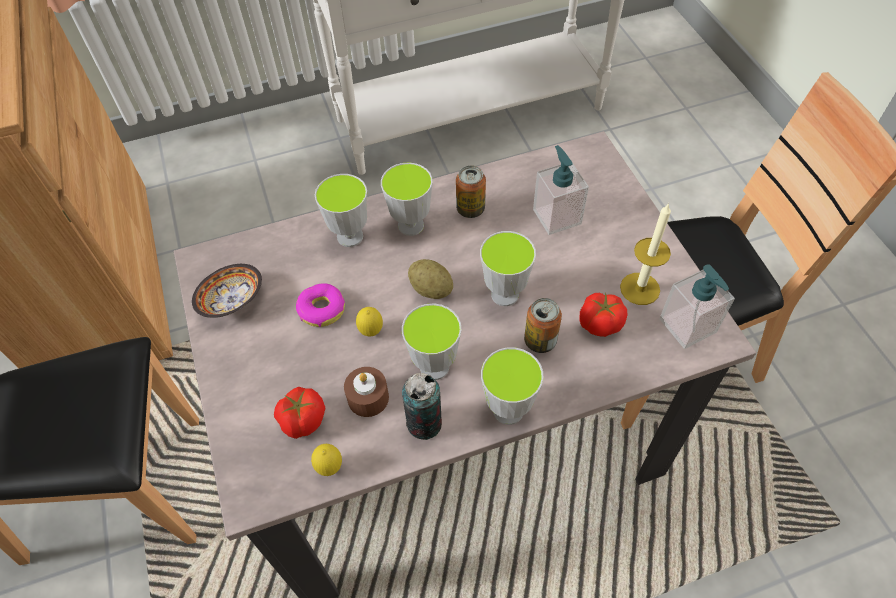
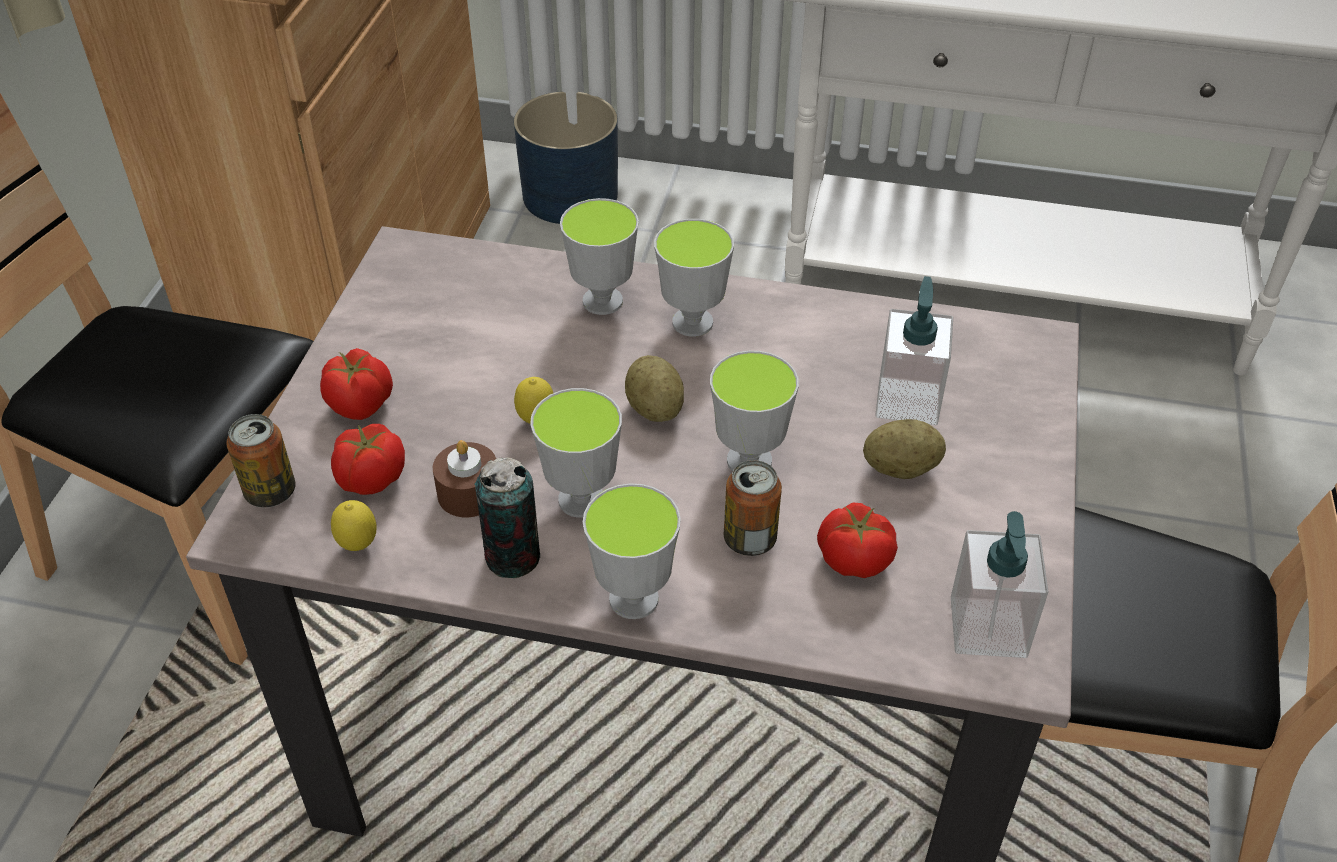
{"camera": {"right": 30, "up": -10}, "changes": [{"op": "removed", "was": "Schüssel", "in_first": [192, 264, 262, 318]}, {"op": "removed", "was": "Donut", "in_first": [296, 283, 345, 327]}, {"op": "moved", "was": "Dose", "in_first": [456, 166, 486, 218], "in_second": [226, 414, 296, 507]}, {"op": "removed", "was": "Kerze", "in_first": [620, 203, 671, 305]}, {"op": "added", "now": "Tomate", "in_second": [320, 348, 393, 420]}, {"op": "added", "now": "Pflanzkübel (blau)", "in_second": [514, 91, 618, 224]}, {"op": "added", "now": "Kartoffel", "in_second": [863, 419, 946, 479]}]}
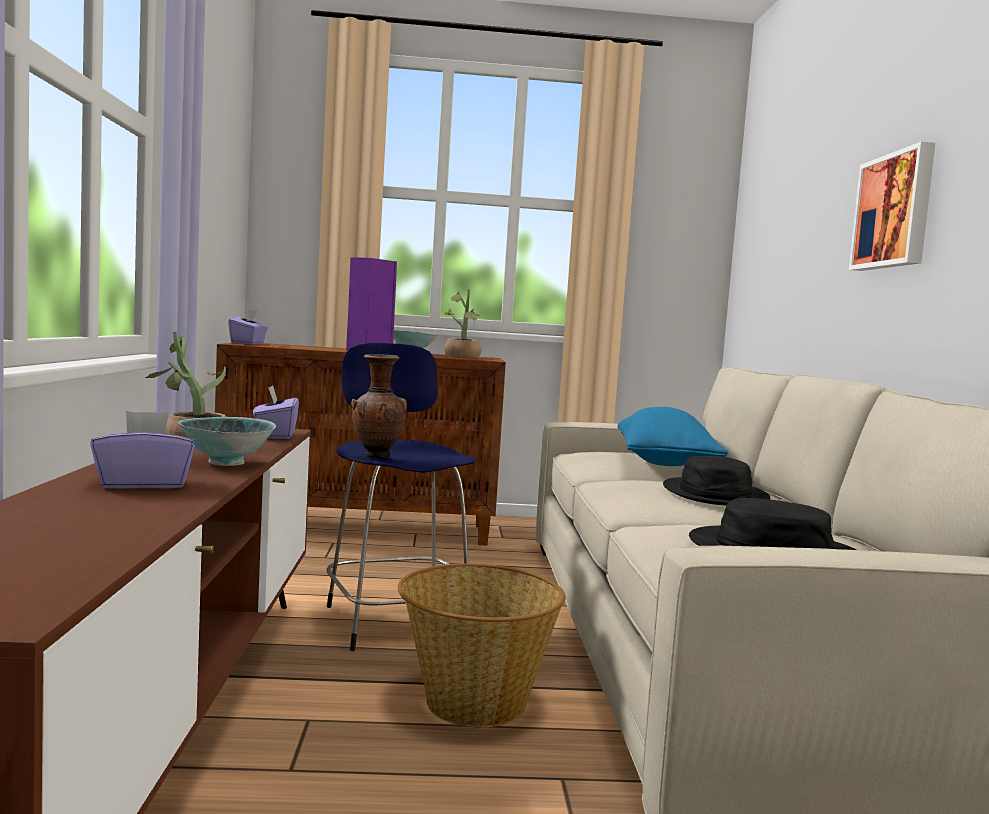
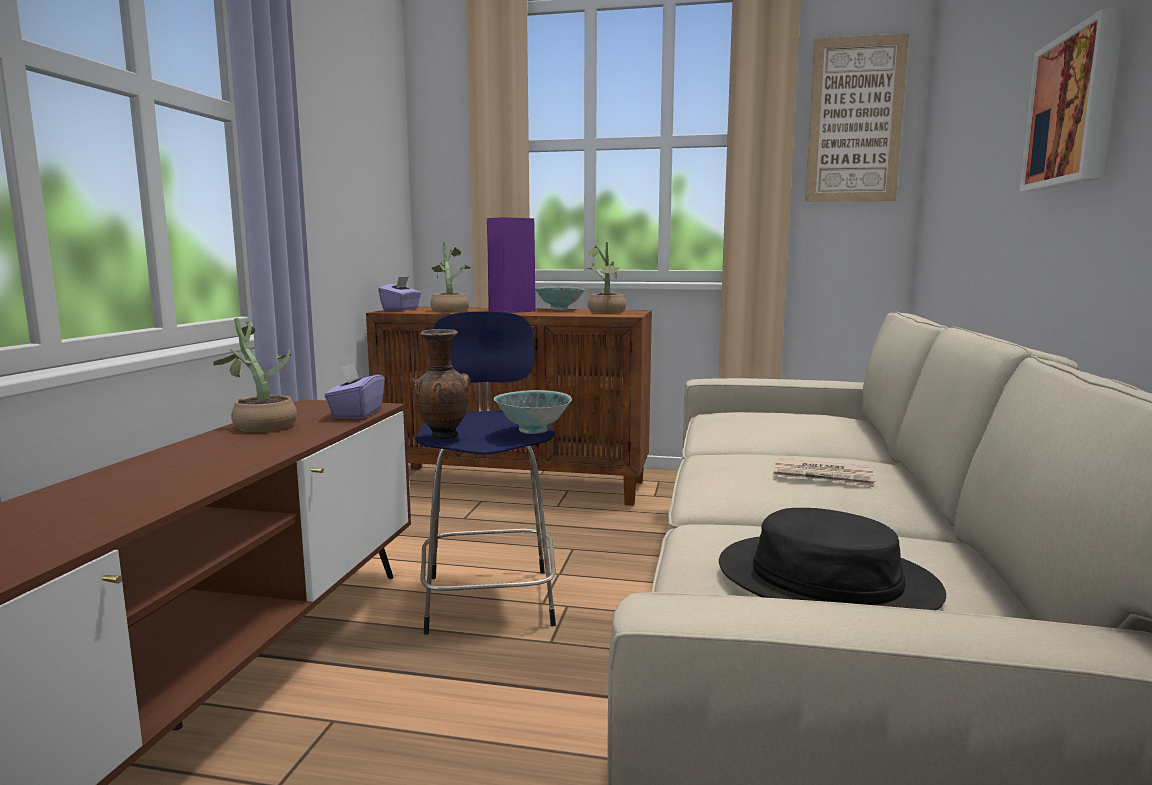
{"camera": {"right": 15, "up": 5}, "changes": [{"op": "removed", "was": "Taschentuchbox (lila)", "in_first": [90, 411, 195, 489]}, {"op": "moved", "was": "Schüssel", "in_first": [178, 417, 276, 466], "in_second": [494, 390, 572, 434]}, {"op": "removed", "was": "Korb", "in_first": [398, 563, 565, 728]}, {"op": "removed", "was": "Kissen (blau)", "in_first": [617, 407, 729, 466]}, {"op": "replaced", "was": "Hut (schwarz)", "now": "Zeitung", "in_first": [663, 456, 770, 505], "in_second": [774, 458, 878, 489]}, {"op": "added", "now": "Topfpflanze", "in_second": [430, 242, 471, 313]}, {"op": "added", "now": "Bild", "in_second": [805, 33, 909, 202]}]}
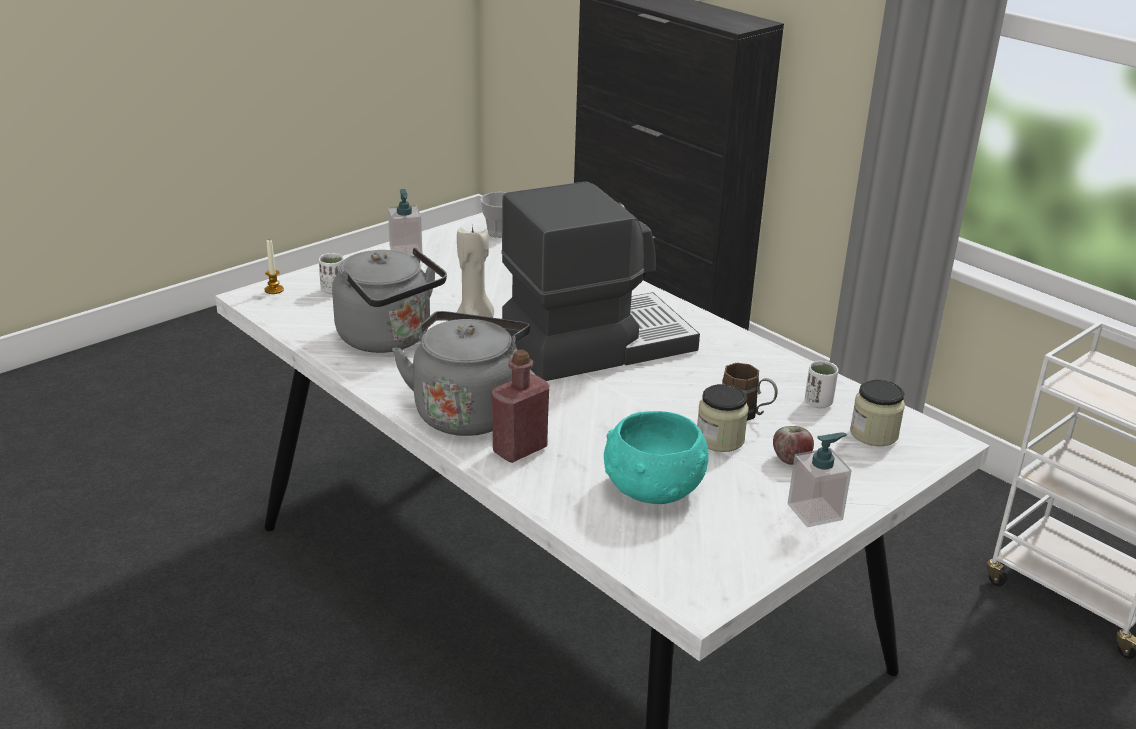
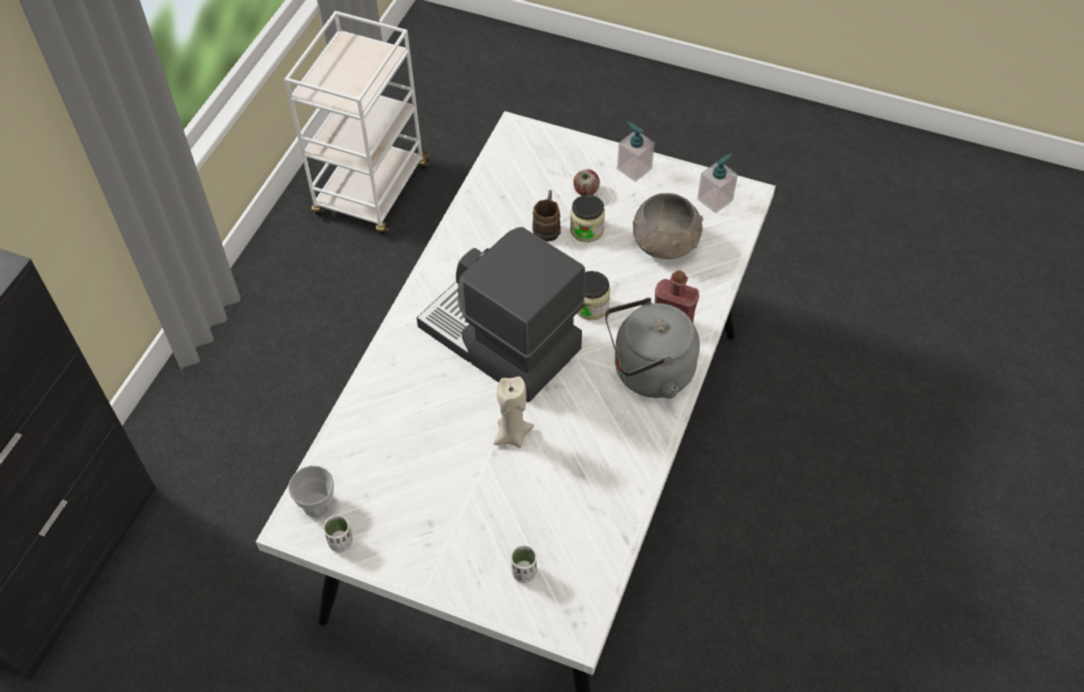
{"camera": {"right": -115, "up": 25}, "changes": [{"op": "removed", "was": "Kerze", "in_first": [264, 240, 284, 294]}, {"op": "removed", "was": "Wasserkessel (grau)", "in_first": [332, 247, 447, 353]}, {"op": "moved", "was": "Seifenspender", "in_first": [388, 189, 422, 256], "in_second": [697, 153, 738, 213]}, {"op": "recoloured", "was": "Schüssel (türkis)", "now": "Schüssel (grau)", "in_first": [604, 411, 709, 504], "in_second": [633, 193, 703, 259]}, {"op": "moved", "was": "Tasse (weiß)", "in_first": [805, 361, 839, 409], "in_second": [323, 515, 353, 553]}, {"op": "moved", "was": "Vorratsglas", "in_first": [850, 380, 905, 446], "in_second": [577, 271, 610, 320]}]}
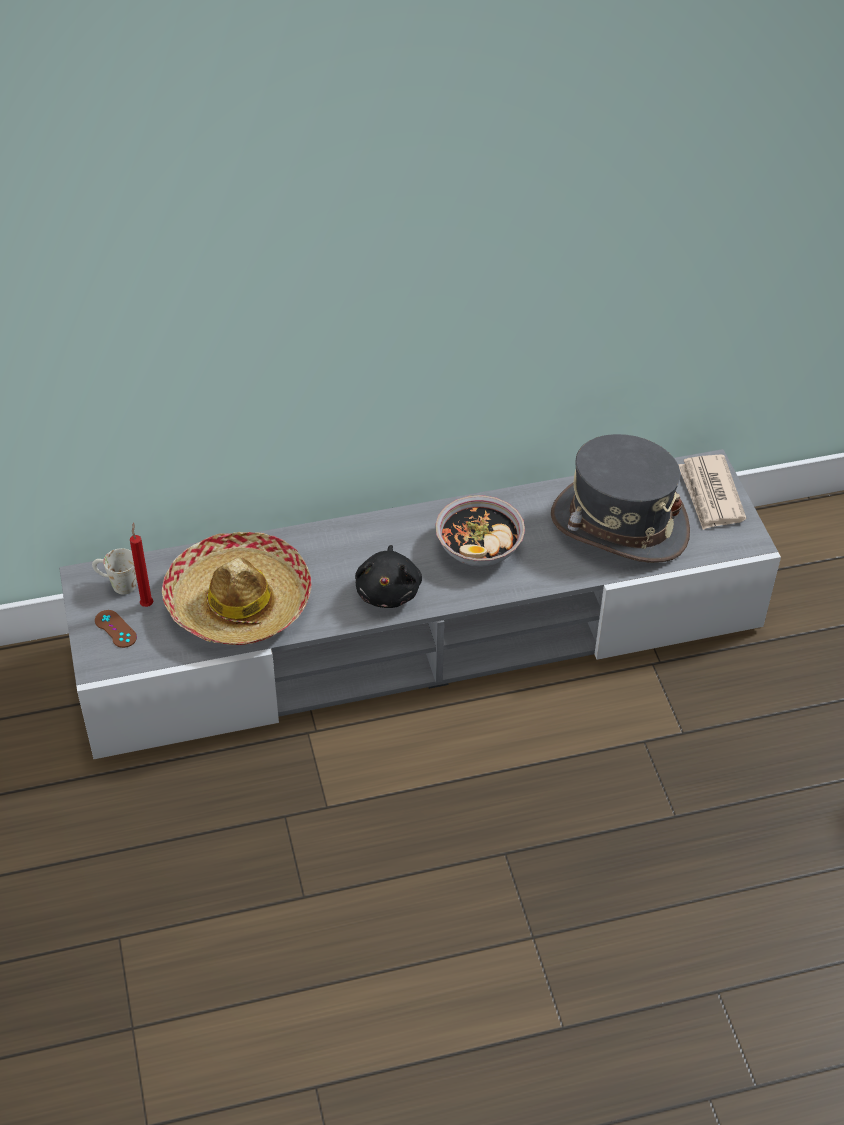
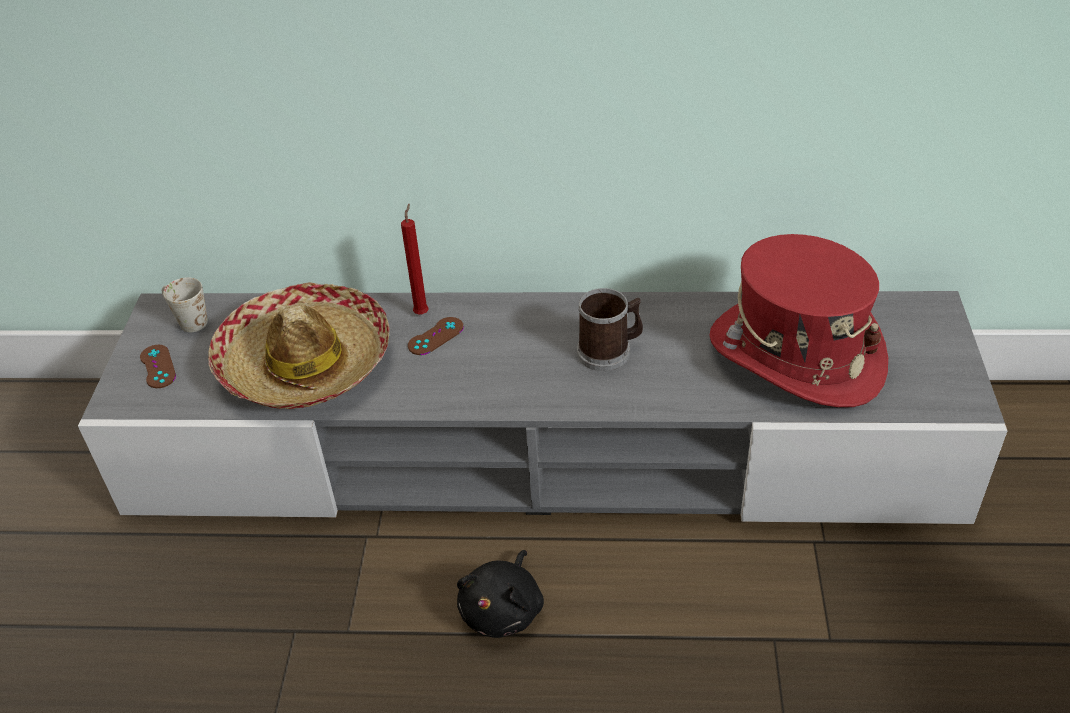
{"camera": {"right": 20, "up": -5}, "changes": [{"op": "moved", "was": "Kerze (rot)", "in_first": [130, 522, 154, 607], "in_second": [401, 204, 429, 315]}, {"op": "moved", "was": "Plüschtier (schwarz)", "in_first": [355, 545, 422, 608], "in_second": [457, 550, 544, 638]}, {"op": "replaced", "was": "Schüssel", "now": "Henkelbecher", "in_first": [435, 495, 525, 567], "in_second": [577, 288, 643, 371]}, {"op": "recoloured", "was": "Hut (grau)", "now": "Hut (rot)", "in_first": [551, 434, 690, 563], "in_second": [710, 234, 888, 407]}, {"op": "removed", "was": "Zeitung", "in_first": [678, 454, 746, 530]}, {"op": "added", "now": "Gamepad (braun)", "in_second": [408, 317, 464, 355]}]}
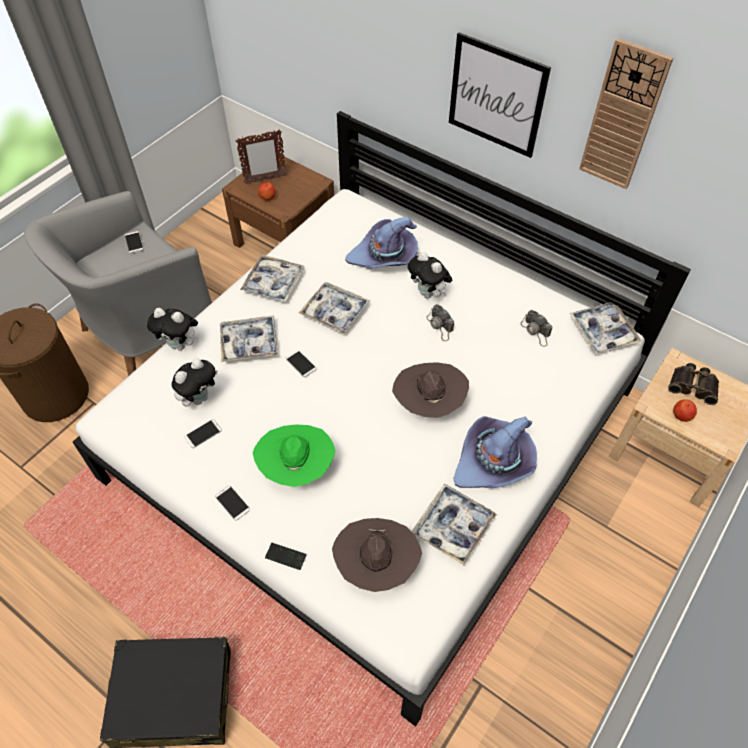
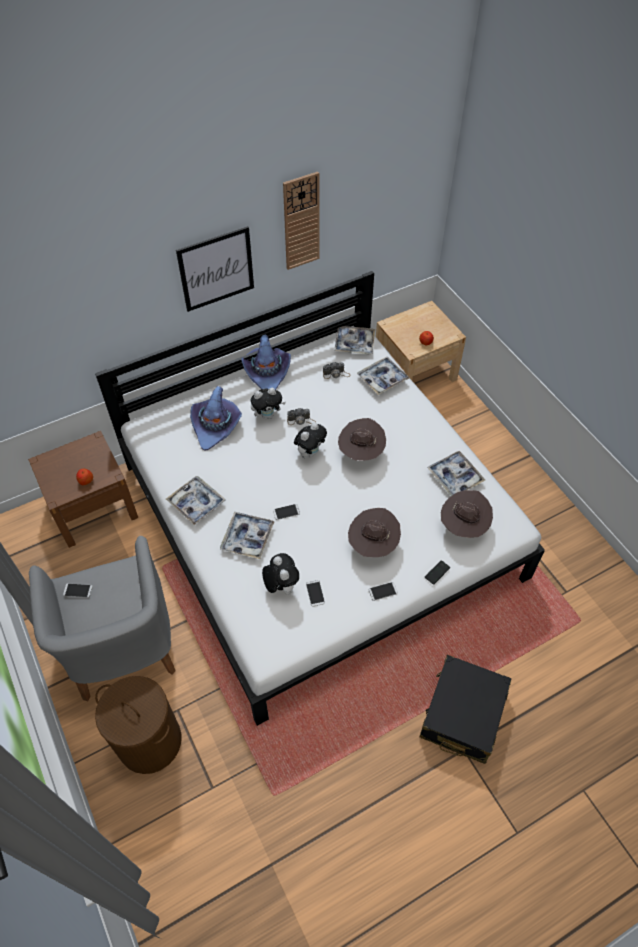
{"camera": {"right": -65, "up": 0}, "changes": [{"op": "moved", "was": "Plüschtier", "in_first": [147, 308, 200, 350], "in_second": [294, 423, 327, 458]}, {"op": "removed", "was": "Bilderrahmen", "in_first": [236, 129, 287, 184]}, {"op": "recoloured", "was": "Hut (grün)", "now": "Hut (braun)", "in_first": [252, 425, 336, 487], "in_second": [348, 508, 401, 557]}, {"op": "moved", "was": "Tablett", "in_first": [299, 282, 370, 334], "in_second": [357, 357, 410, 395]}, {"op": "moved", "was": "Hut (lila)", "in_first": [454, 416, 537, 488], "in_second": [241, 334, 291, 390]}, {"op": "removed", "was": "Fernglas", "in_first": [668, 363, 719, 405]}]}
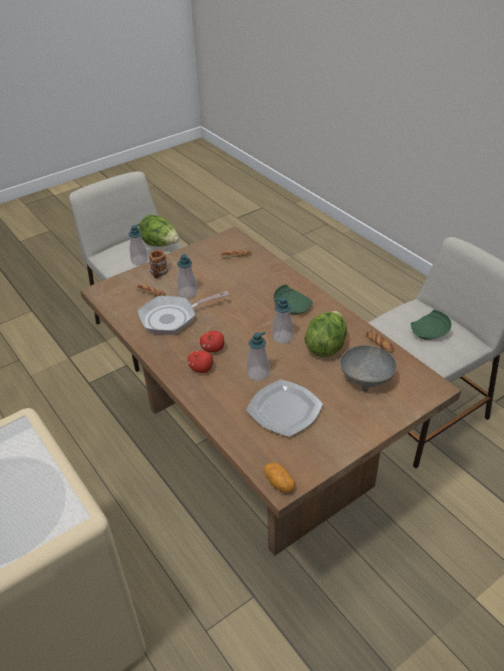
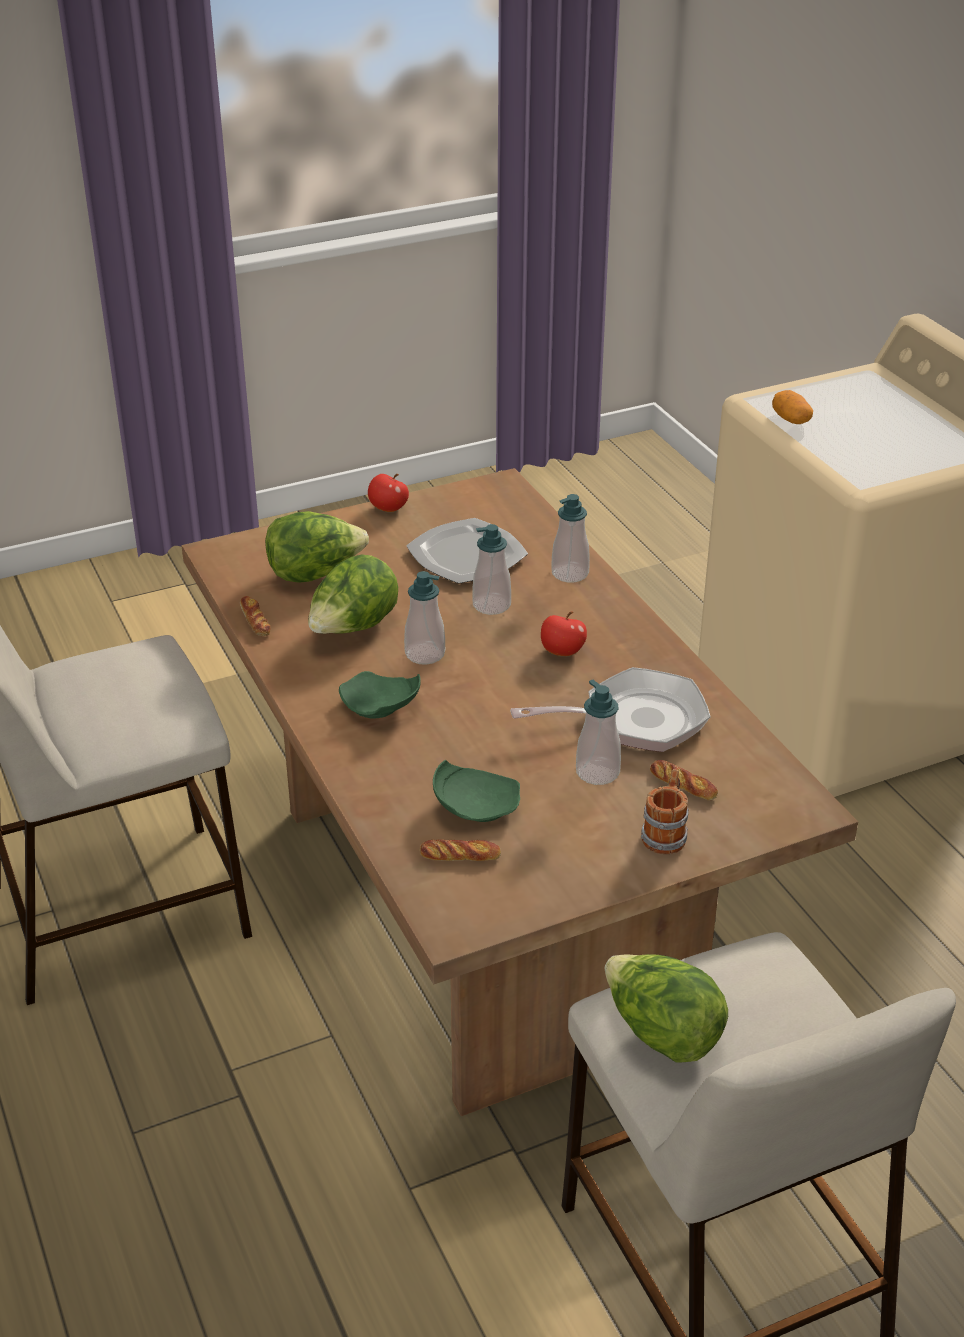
{"camera": {"right": -170, "up": -5}, "changes": [{"op": "moved", "was": "Seifenspender", "in_first": [129, 224, 148, 265], "in_second": [551, 494, 590, 583]}, {"op": "moved", "was": "Apfel", "in_first": [188, 351, 213, 373], "in_second": [368, 474, 409, 512]}, {"op": "moved", "was": "Kartoffel", "in_first": [264, 462, 295, 493], "in_second": [772, 390, 813, 424]}, {"op": "replaced", "was": "Schüssel (grau)", "now": "Salatkopf", "in_first": [340, 345, 396, 392], "in_second": [265, 511, 369, 583]}, {"op": "moved", "was": "Teller (grün)", "in_first": [410, 310, 452, 340], "in_second": [433, 760, 520, 822]}]}
